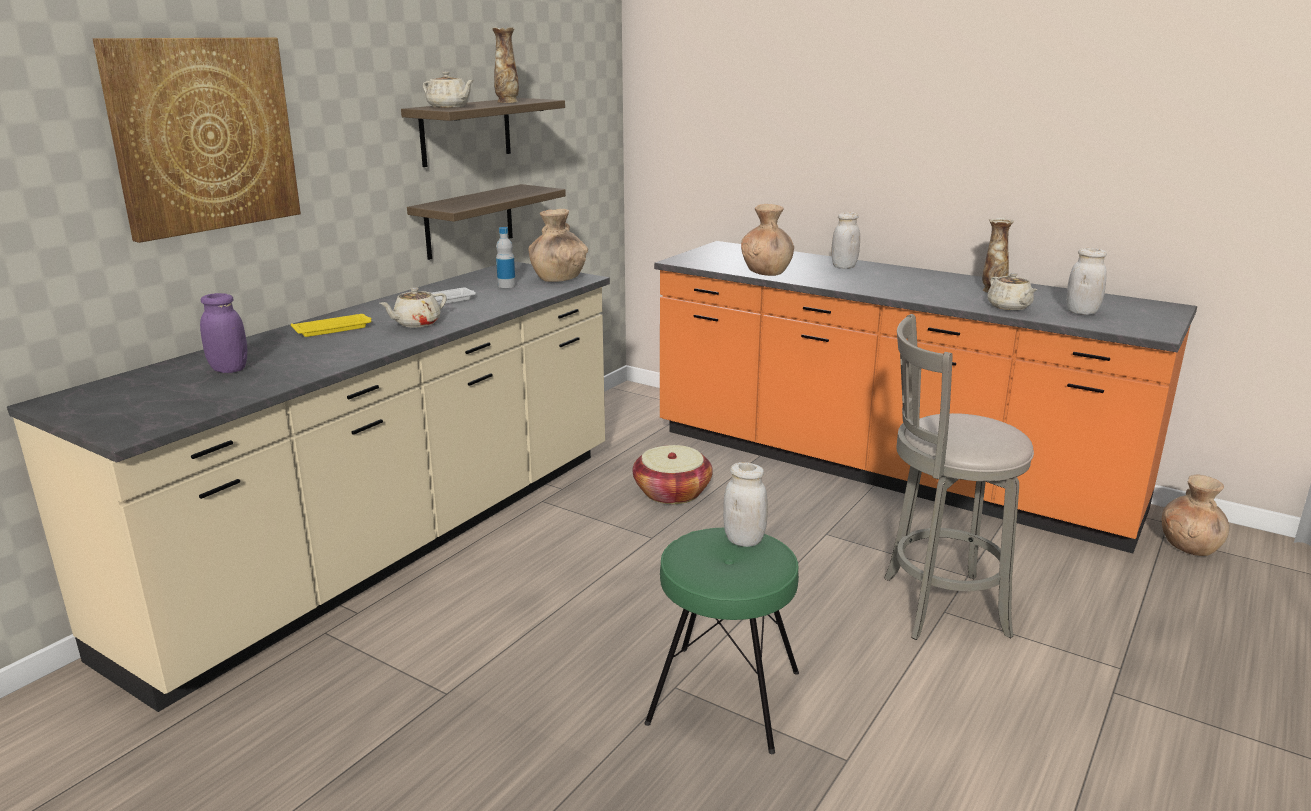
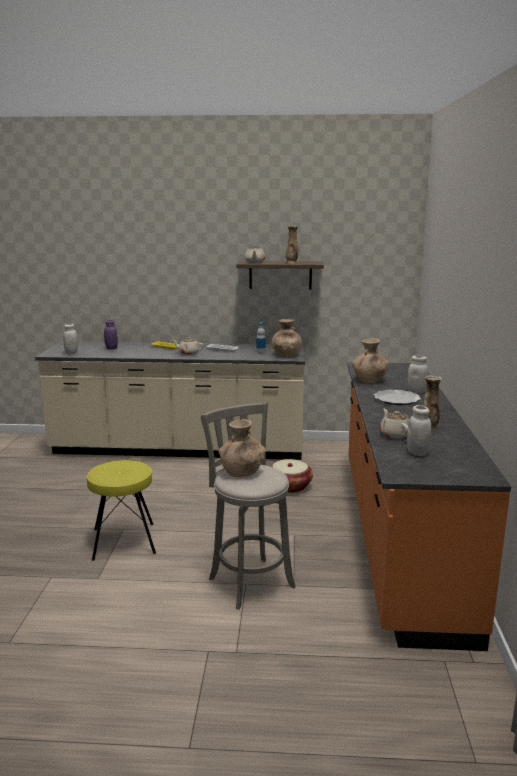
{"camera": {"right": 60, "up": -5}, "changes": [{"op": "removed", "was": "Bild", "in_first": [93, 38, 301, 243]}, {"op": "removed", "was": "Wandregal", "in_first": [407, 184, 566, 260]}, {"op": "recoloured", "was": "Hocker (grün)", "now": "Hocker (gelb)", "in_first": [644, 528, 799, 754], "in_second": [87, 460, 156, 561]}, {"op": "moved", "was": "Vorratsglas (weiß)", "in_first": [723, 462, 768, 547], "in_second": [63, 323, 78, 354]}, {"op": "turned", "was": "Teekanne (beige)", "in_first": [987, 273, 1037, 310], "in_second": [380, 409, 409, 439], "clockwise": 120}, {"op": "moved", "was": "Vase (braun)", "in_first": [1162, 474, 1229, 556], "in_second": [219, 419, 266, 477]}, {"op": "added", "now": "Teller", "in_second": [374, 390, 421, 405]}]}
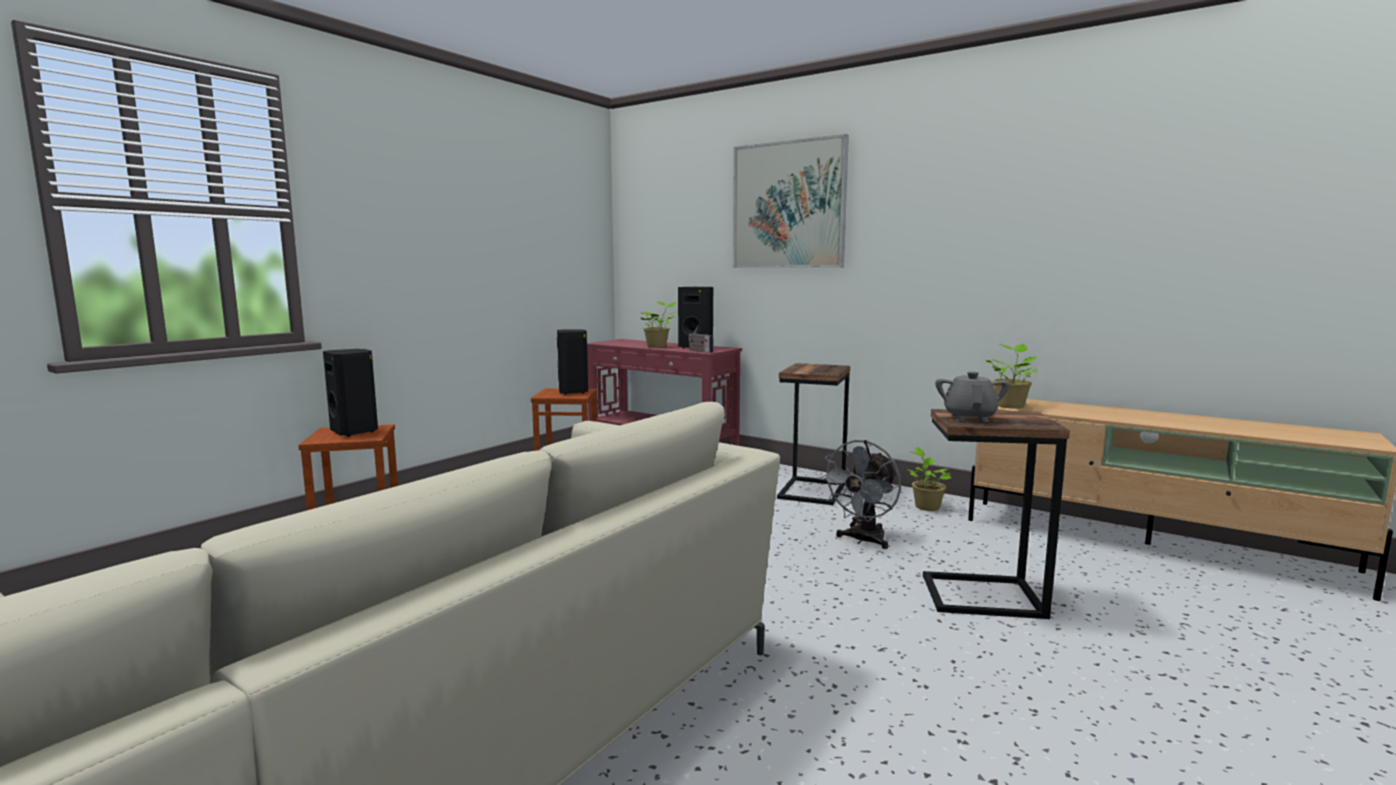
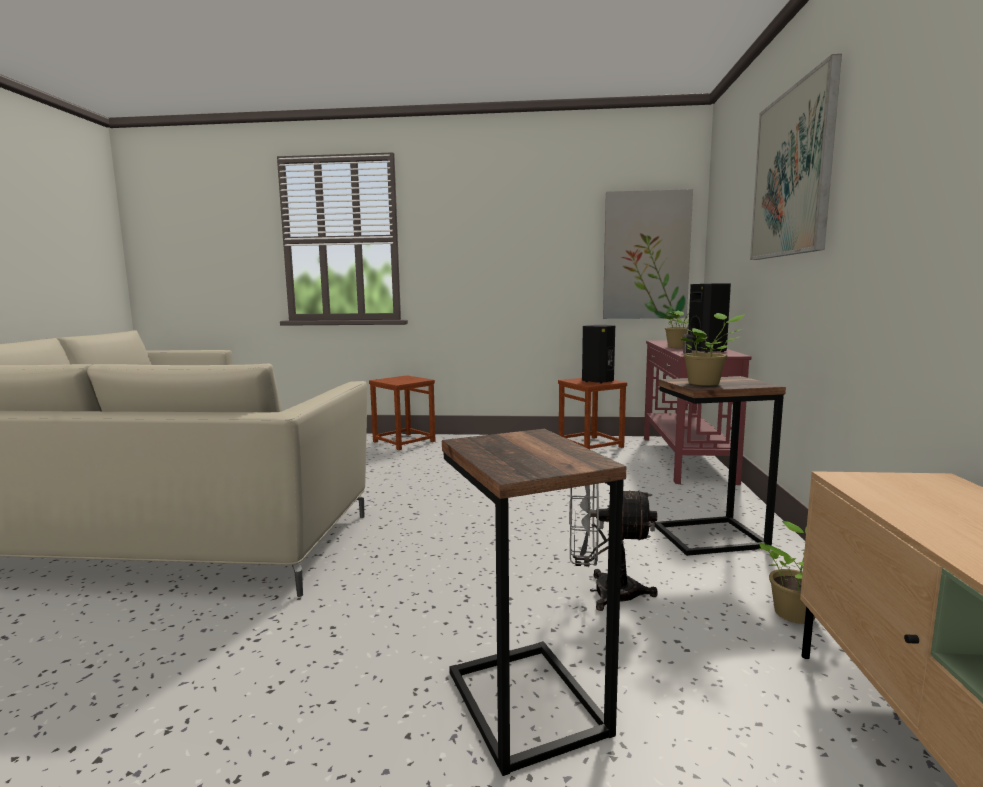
{"camera": {"right": 60, "up": 0}, "changes": [{"op": "removed", "was": "Lautsprecher (schwarz)", "in_first": [323, 349, 378, 437]}, {"op": "removed", "was": "Teekanne (grau)", "in_first": [935, 371, 1010, 422]}, {"op": "moved", "was": "Topfpflanze", "in_first": [985, 344, 1038, 409], "in_second": [681, 313, 745, 386]}, {"op": "added", "now": "Bild", "in_second": [603, 189, 693, 319]}]}
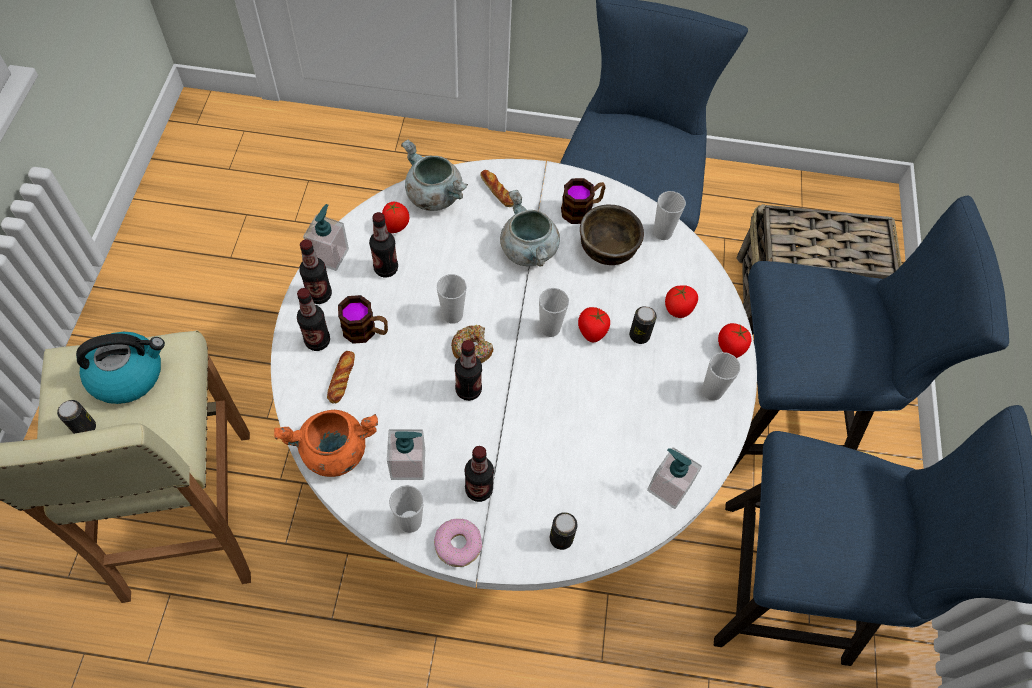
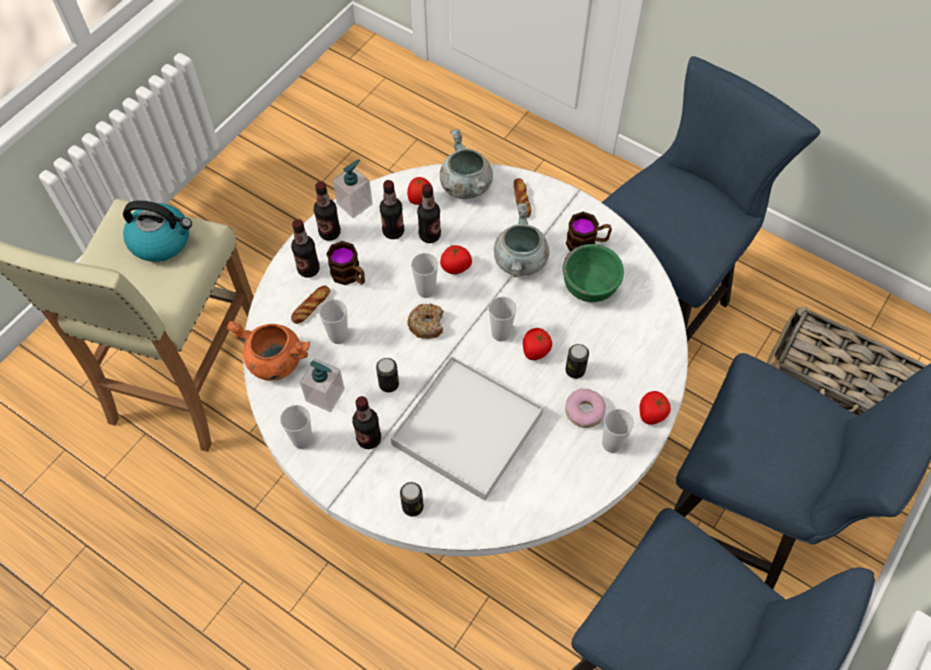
{"camera": {"right": 30, "up": 0}, "changes": [{"op": "moved", "was": "Dose", "in_first": [57, 400, 96, 434], "in_second": [376, 358, 399, 393]}, {"op": "moved", "was": "Donut", "in_first": [434, 519, 482, 567], "in_second": [565, 389, 606, 428]}, {"op": "moved", "was": "Flasche", "in_first": [455, 340, 482, 401], "in_second": [417, 184, 441, 243]}, {"op": "recoloured", "was": "Schüssel (braun)", "now": "Schüssel (grün)", "in_first": [580, 204, 644, 265], "in_second": [563, 244, 624, 302]}, {"op": "removed", "was": "Seifenspender", "in_first": [647, 447, 702, 509]}, {"op": "moved", "was": "Tasse", "in_first": [653, 191, 686, 240], "in_second": [319, 299, 348, 344]}, {"op": "moved", "was": "Tomate", "in_first": [665, 285, 698, 318], "in_second": [440, 245, 472, 274]}, {"op": "added", "now": "Tablett (weiß)", "in_second": [391, 356, 543, 501]}]}
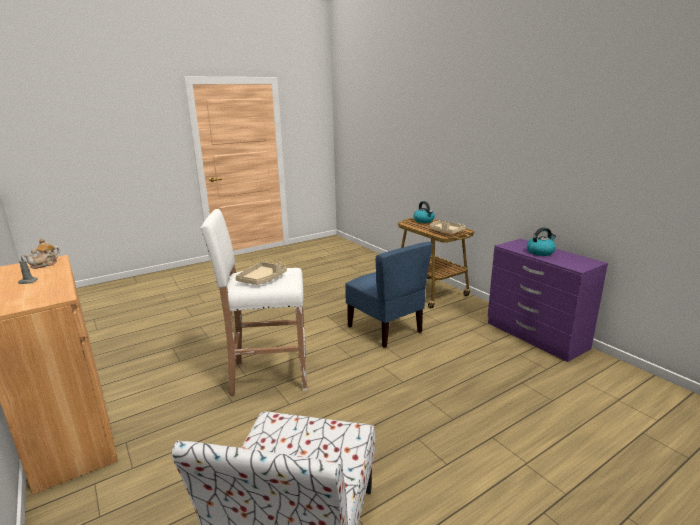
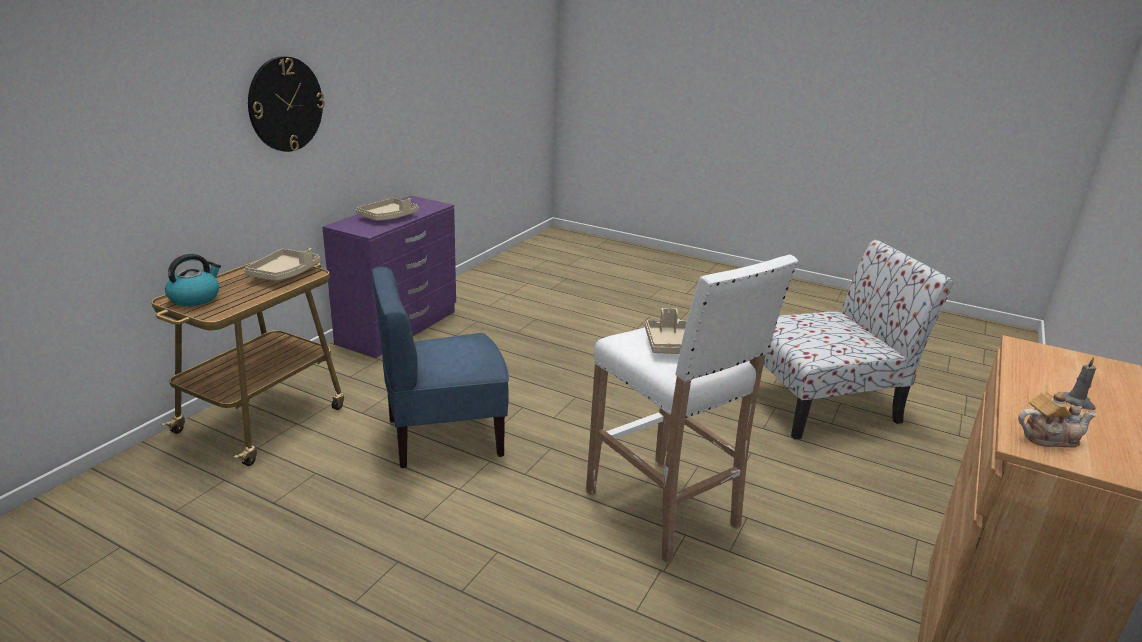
{"camera": {"right": -120, "up": 5}, "changes": [{"op": "turned", "was": "Stuhl (blau)", "in_first": [345, 242, 433, 348], "in_second": [372, 266, 509, 468], "clockwise": -135}, {"op": "replaced", "was": "Wasserkessel", "now": "Tablett (beige)", "in_first": [527, 227, 556, 256], "in_second": [356, 198, 419, 221]}, {"op": "added", "now": "Wanduhr", "in_second": [248, 56, 325, 152]}]}
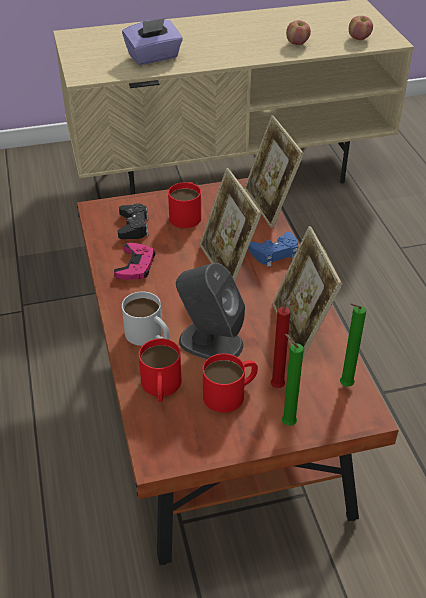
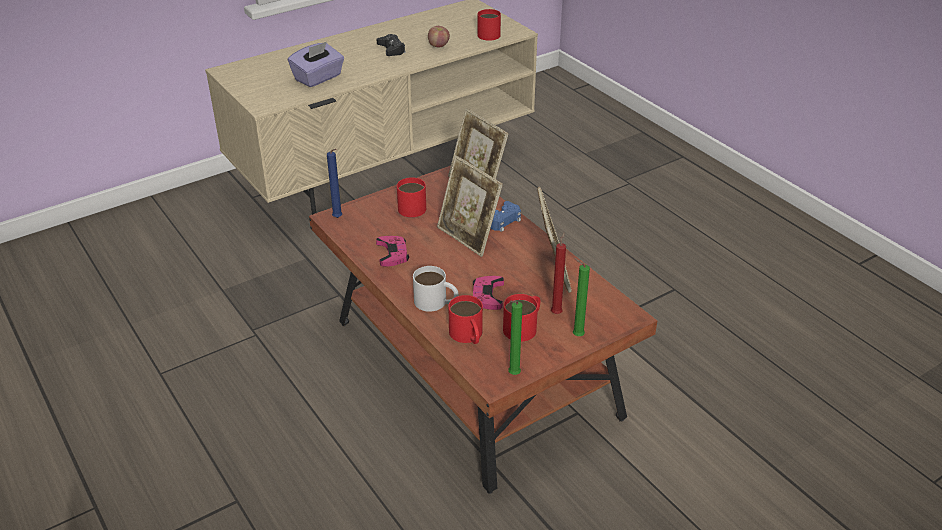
{"camera": {"right": -20, "up": -5}, "changes": [{"op": "moved", "was": "Gamepad (schwarz)", "in_first": [118, 203, 149, 239], "in_second": [376, 34, 406, 56]}, {"op": "replaced", "was": "Lautsprecher (grau)", "now": "Gamepad (rosa)", "in_first": [176, 263, 245, 359], "in_second": [473, 276, 504, 310]}, {"op": "turned", "was": "Bilderrahmen", "in_first": [272, 226, 342, 358], "in_second": [537, 187, 572, 293], "clockwise": -150}, {"op": "moved", "was": "Kerze (grün)", "in_first": [340, 303, 366, 387], "in_second": [508, 301, 522, 375]}, {"op": "replaced", "was": "Apfel", "now": "Henkelbecher (rot)", "in_first": [349, 16, 373, 40], "in_second": [477, 9, 501, 41]}, {"op": "added", "now": "Kerze (blau)", "in_second": [327, 149, 343, 218]}]}
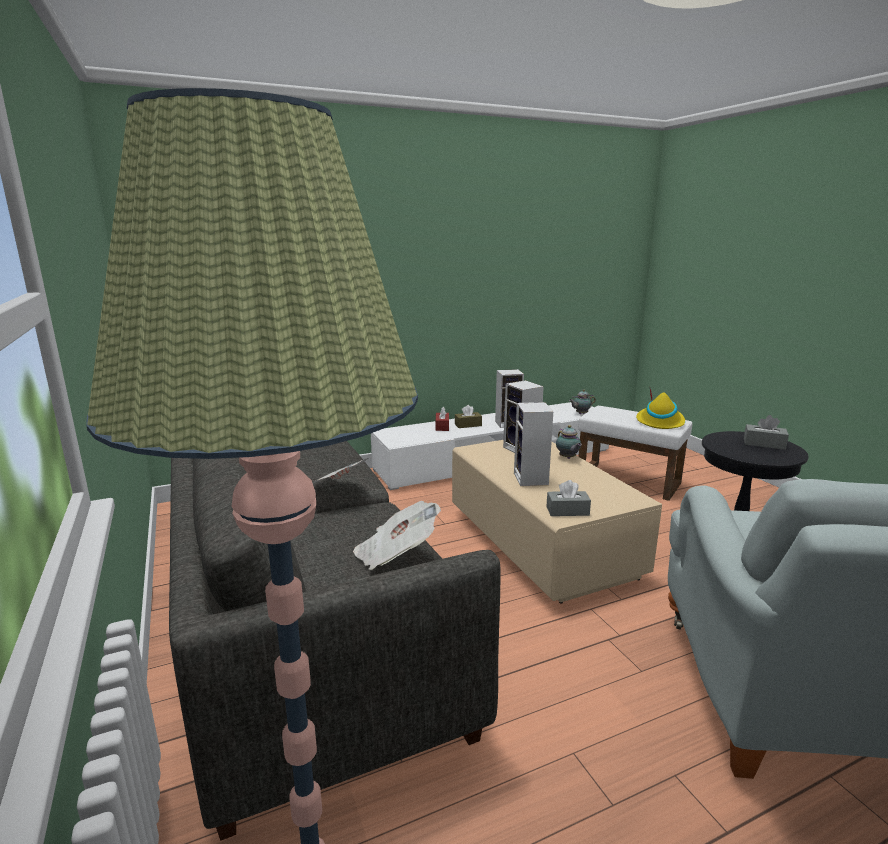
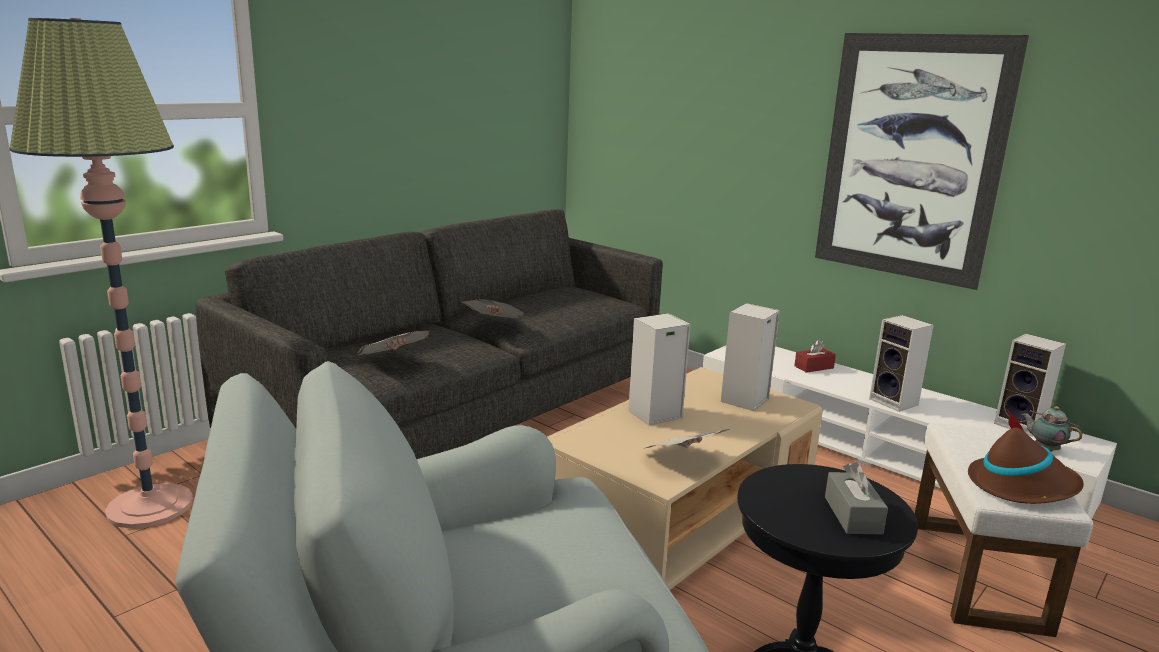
{"camera": {"right": 65, "up": 0}, "changes": [{"op": "removed", "was": "Taschentuchbox (braun)", "in_first": [455, 405, 482, 428]}, {"op": "removed", "was": "Taschentuchbox (grau)", "in_first": [547, 480, 591, 516]}, {"op": "removed", "was": "Teekanne", "in_first": [556, 425, 582, 459]}, {"op": "recoloured", "was": "Hut (gelb)", "now": "Hut (braun)", "in_first": [636, 389, 685, 429], "in_second": [968, 409, 1084, 504]}, {"op": "added", "now": "Zeitung", "in_second": [642, 429, 731, 449]}, {"op": "added", "now": "Bild", "in_second": [815, 33, 1029, 290]}, {"op": "added", "now": "Lautsprecher", "in_second": [994, 334, 1066, 437]}]}
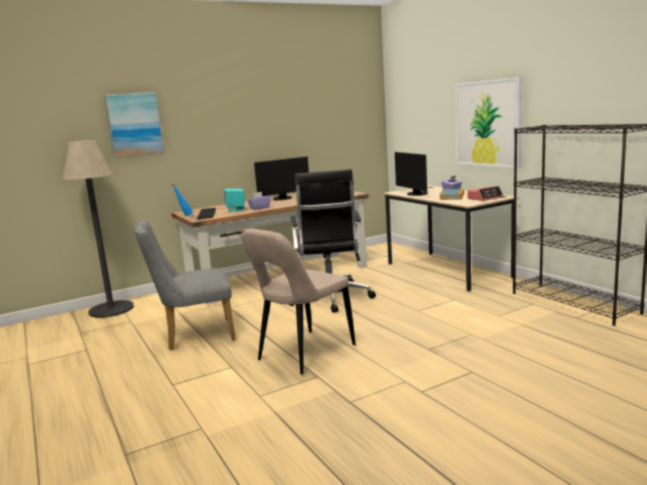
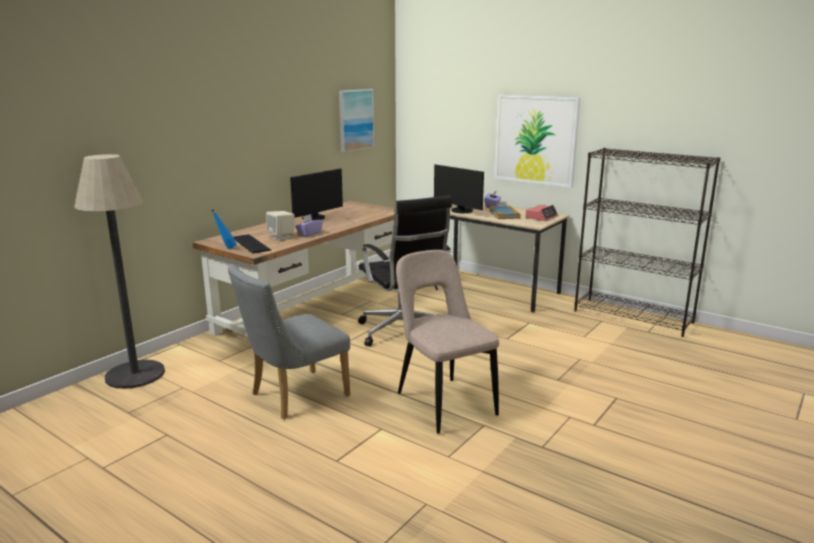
{"camera": {"right": -25, "up": 5}, "changes": [{"op": "moved", "was": "Bild", "in_first": [104, 92, 165, 158], "in_second": [339, 89, 374, 152]}, {"op": "recoloured", "was": "Lautsprecher (türkis)", "now": "Lautsprecher (beige)", "in_first": [224, 189, 245, 212], "in_second": [266, 211, 295, 240]}, {"op": "turned", "was": "Stuhl (beige)", "in_first": [241, 229, 355, 375], "in_second": [396, 250, 499, 433], "clockwise": 135}]}
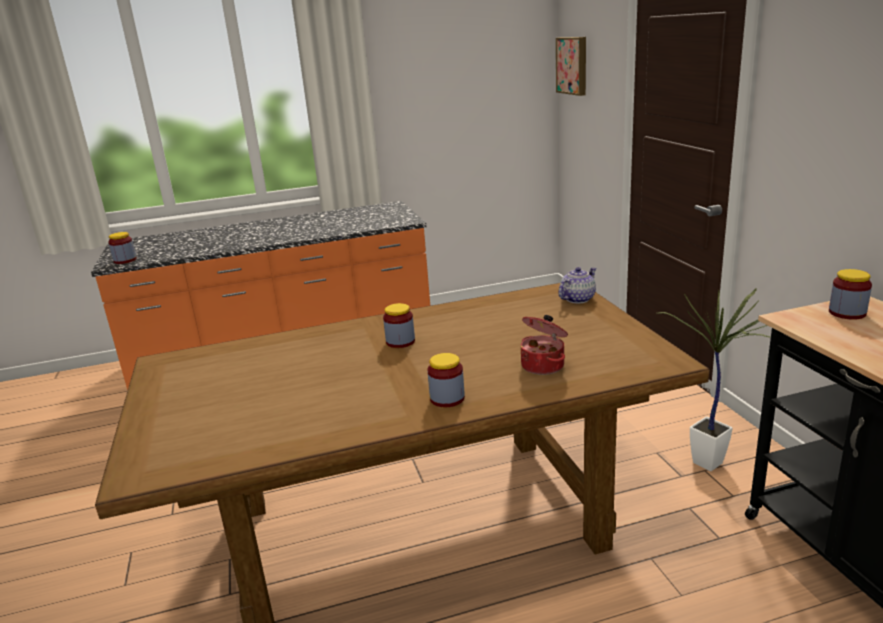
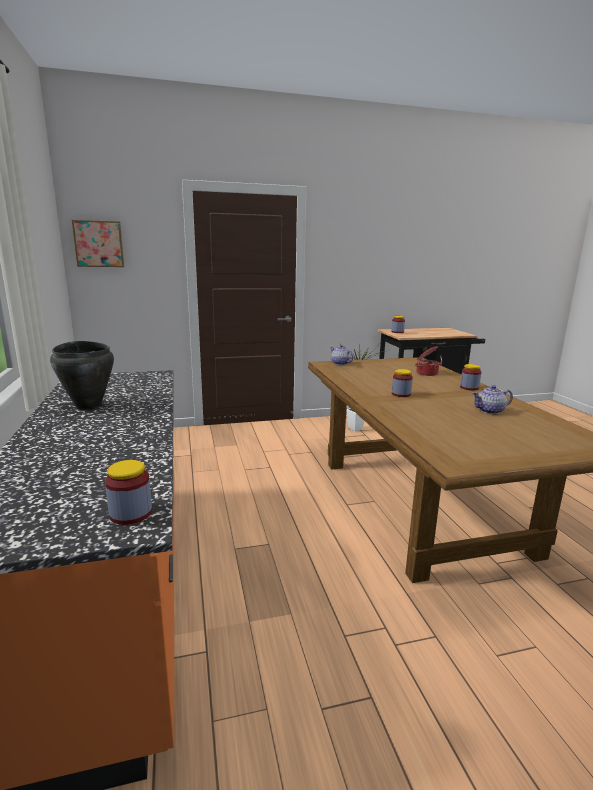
{"camera": {"right": -90, "up": -5}, "changes": [{"op": "added", "now": "Kochtopf (schwarz)", "in_second": [50, 341, 114, 410]}, {"op": "added", "now": "Teekanne", "in_second": [472, 385, 513, 414]}]}
